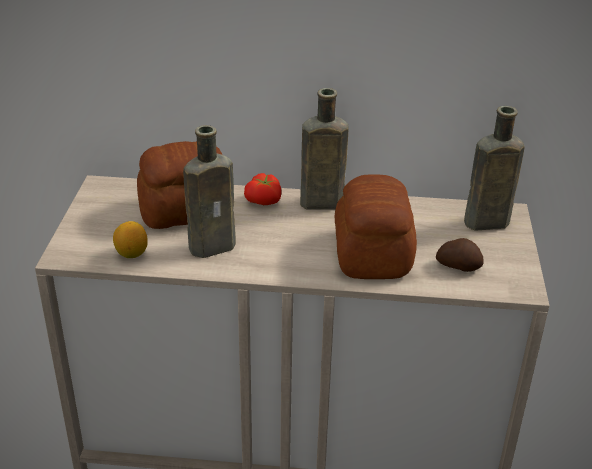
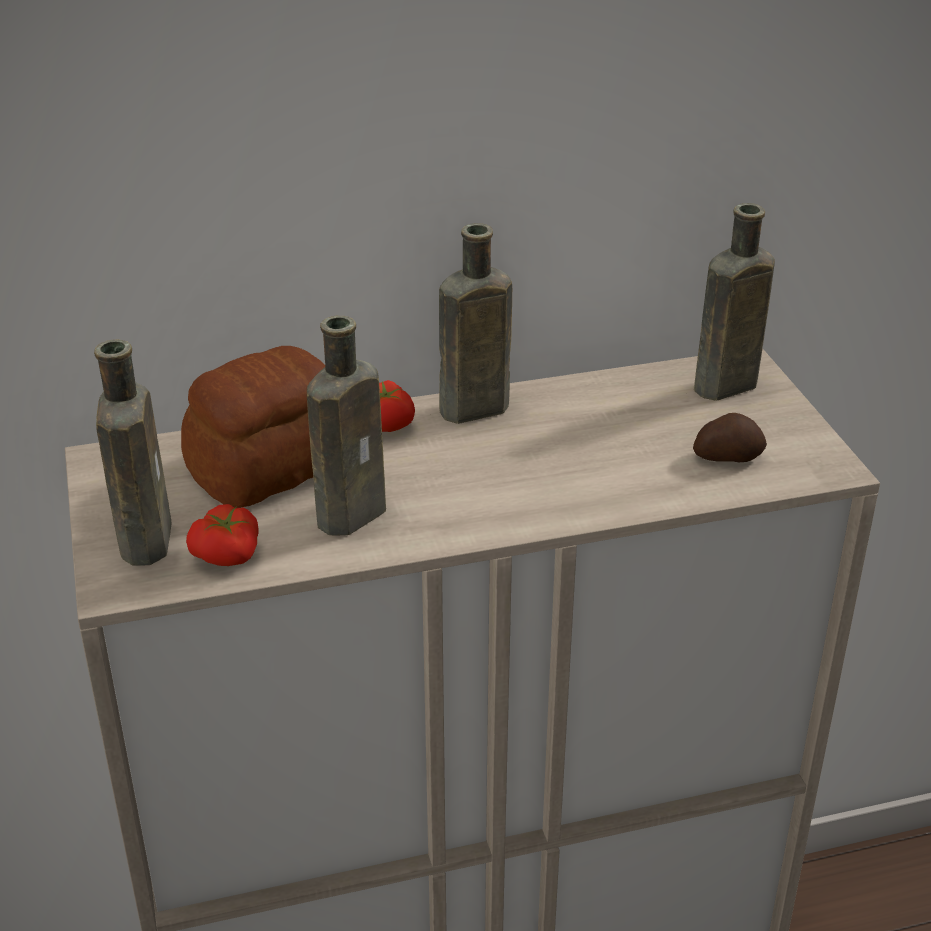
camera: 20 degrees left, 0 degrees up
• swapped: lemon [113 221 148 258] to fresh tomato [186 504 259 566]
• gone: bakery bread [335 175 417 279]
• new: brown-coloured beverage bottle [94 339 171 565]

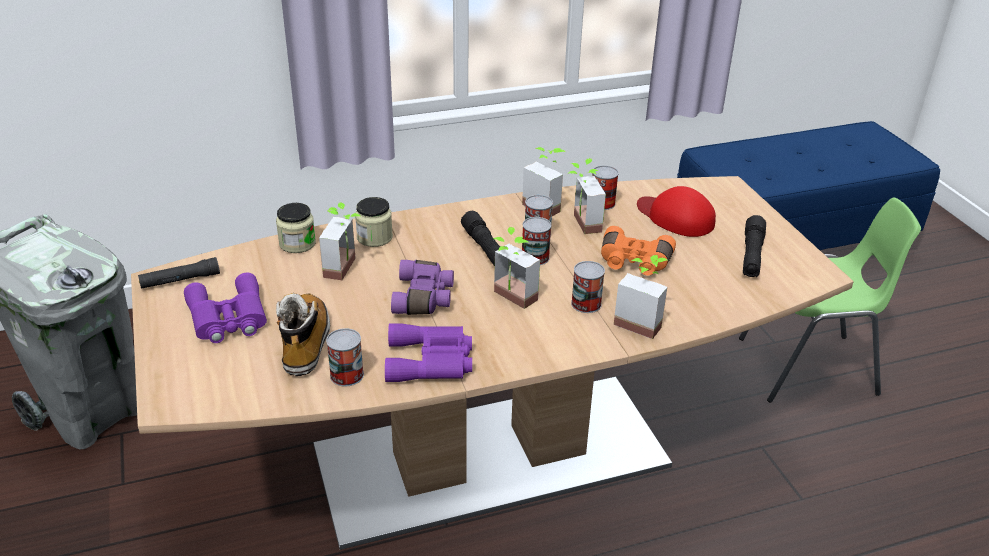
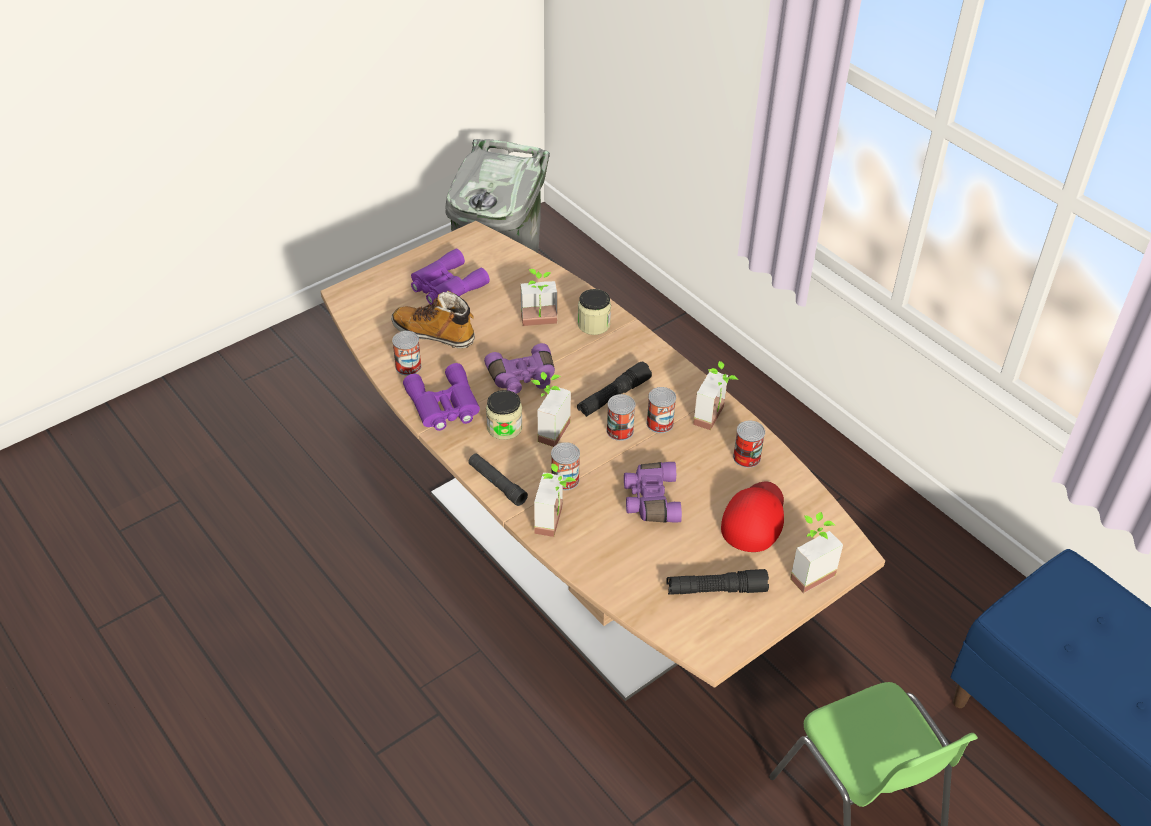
camera: 70 degrees right, 10 degrees up
• shifted: black flashlight [138 257 220 289] to [468 454 528 506]
• shifted: storage jar [276 203 316 253] to [486 390 523 440]
• rotated: tall boot [276 293 330 376] = [391 291 475 348] 135 degrees counterclockwise
• shifted: plant in a pot [569 158 606 234] to [790 512 843 593]
• repainted: orange-coloured field glasses [601 226 676 275] to purplish field glasses [624 462 682 523]

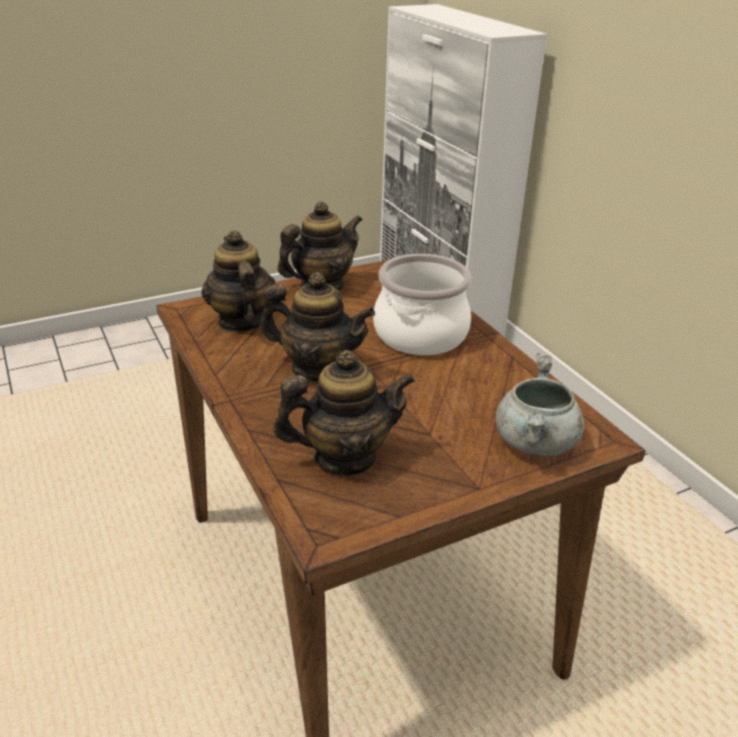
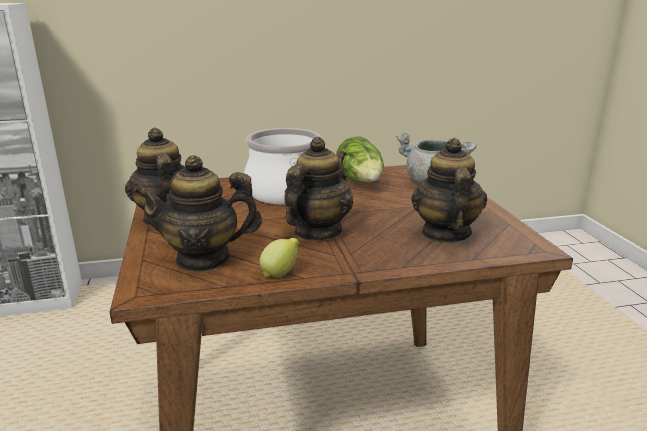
camera: 75 degrees left, 10 degrees down
• new: lemon [259 238 299 277]
• new: lettuce [336 136 384 182]

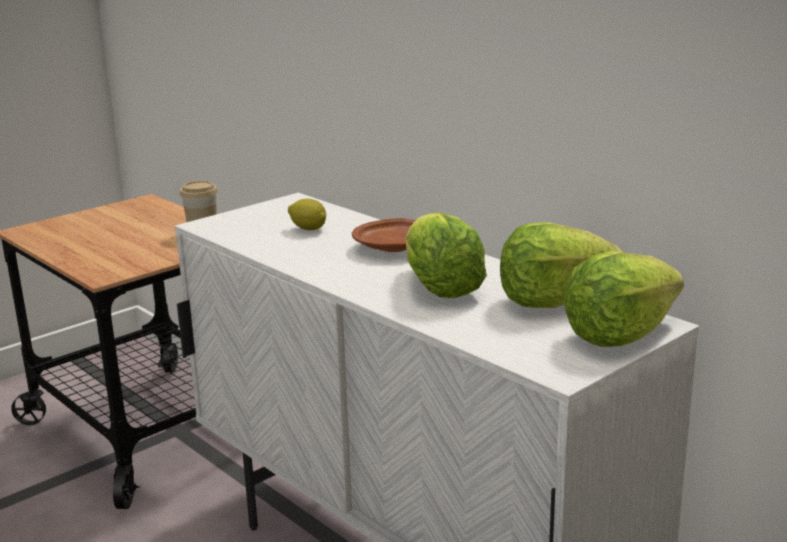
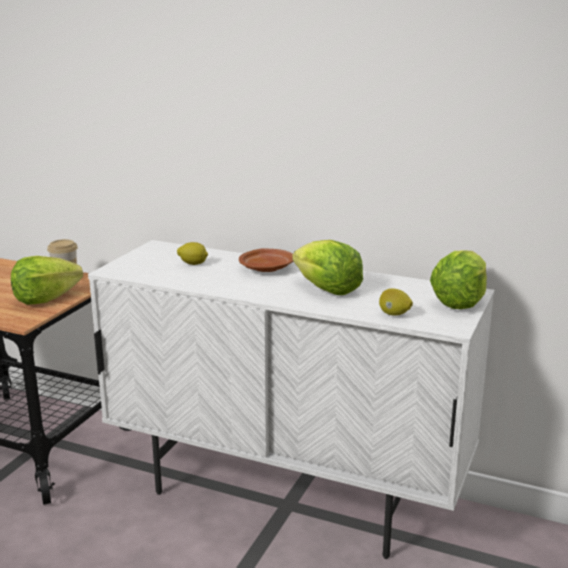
camera: 25 degrees left, 0 degrees up
• shifted: lettuce [500 222 624 308] to [11 256 83 305]
• new: lemon [379 288 413 316]

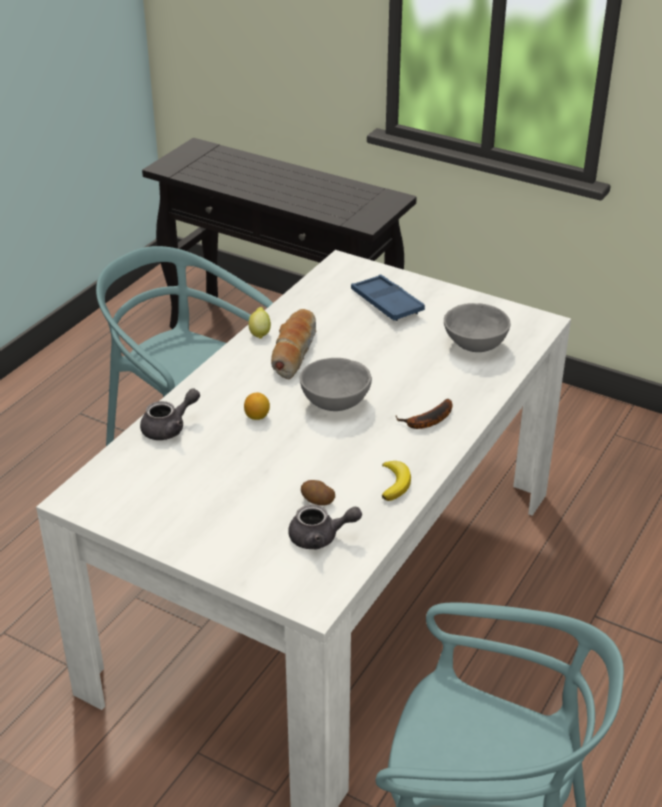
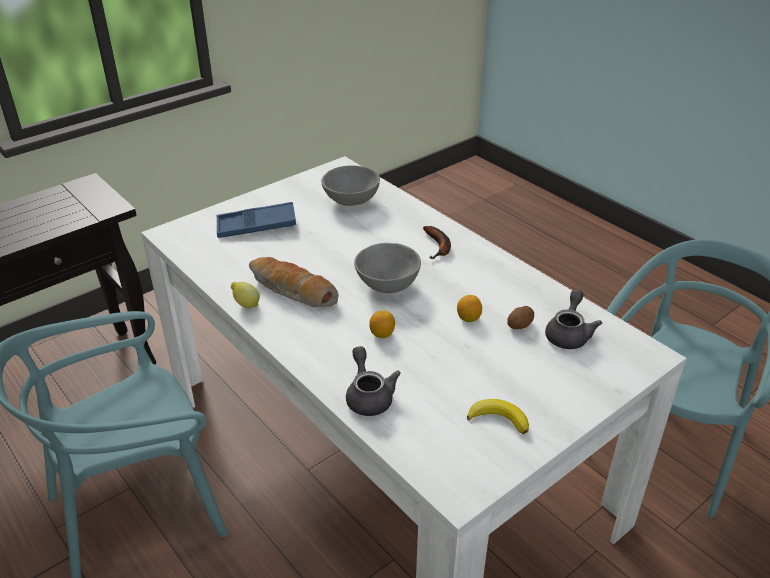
camera: 70 degrees left, 0 degrees up
• shifted: whole banana [382 461 411 501] to [467 399 529 434]
• new: lemon [457 295 482 322]

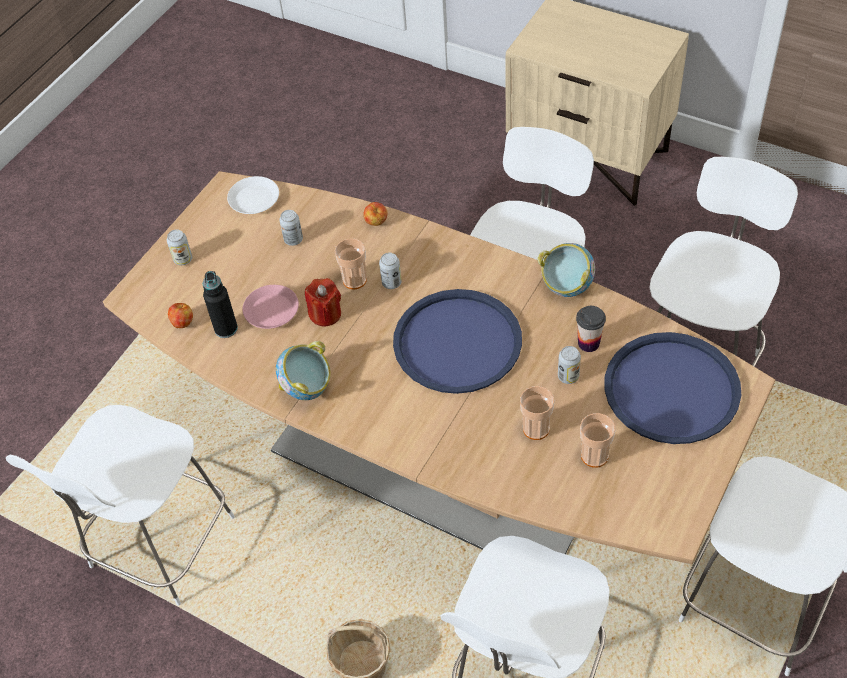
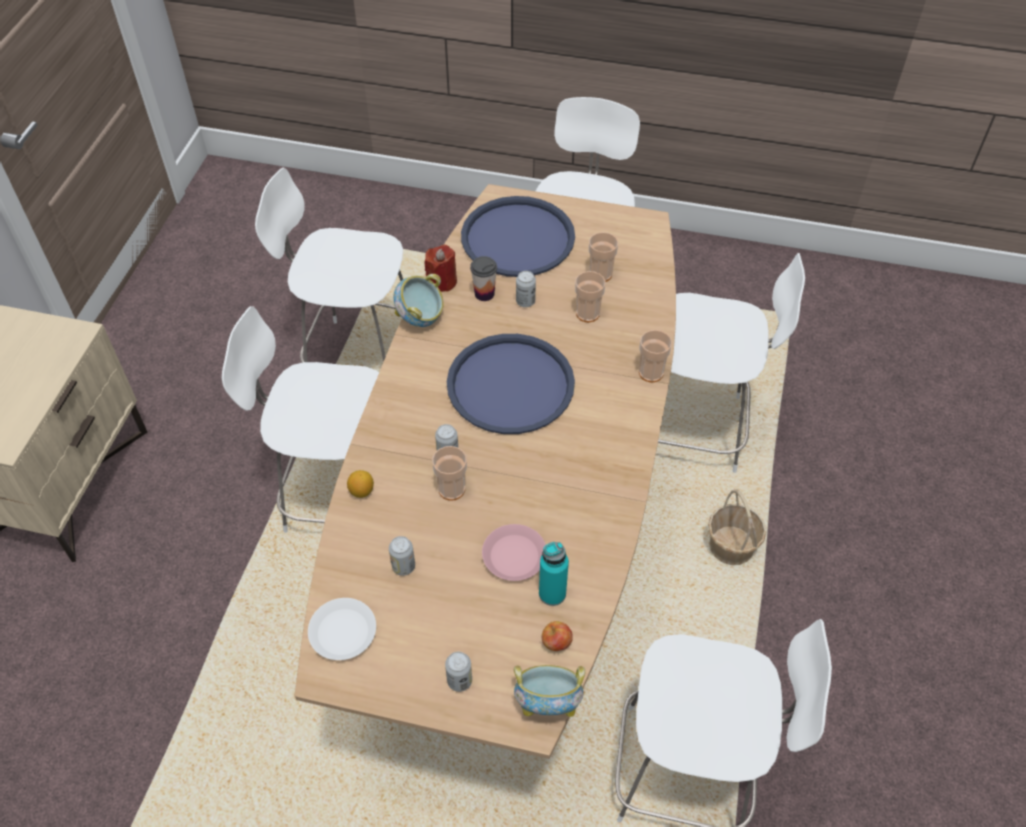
camera: 110 degrees left, 0 degrees up
• repainted: black beverage bottle [203 271 238 338] to blue-green beverage bottle [539 542 569 606]
• shifted: serving bowl [276 341 331 400] to [514 665 585 717]
• shifted: red candle [305 278 341 326] to [425 245 457 292]
• swapped: whole apple [363 202 387 226] to lemon [347 470 374 498]
• new: cup [639 330 672 383]

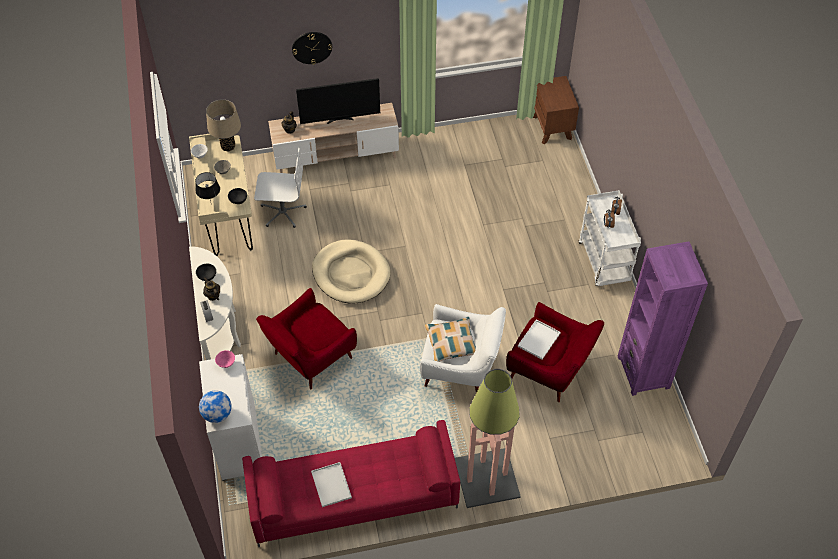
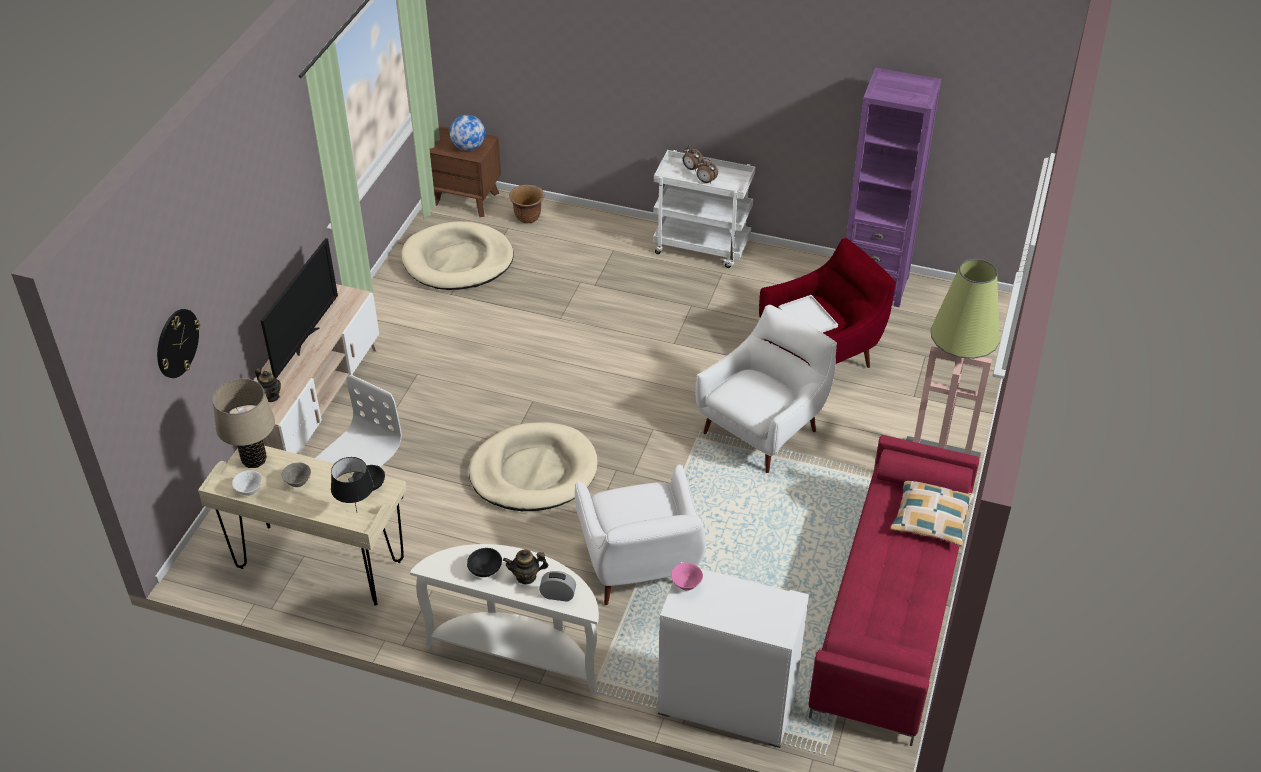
camera: 60 degrees left, 10 degrees down
• shifted: desk globe [199 390 232 423] to [450 115 485 151]
• repainted: red easy chair [256 288 357 389] to white easy chair [575 464 706 605]
• shifted: wall clock [292 32 332 65] to [157 309 200 378]
• gone: white tray [311 462 352 507]
• shifted: cushion [425 317 476 362] to [891 481 974 547]
• new: sand-coloured dog cushion [401 221 514 290]
• new: brown-coloured flower pot [509 185 544 223]

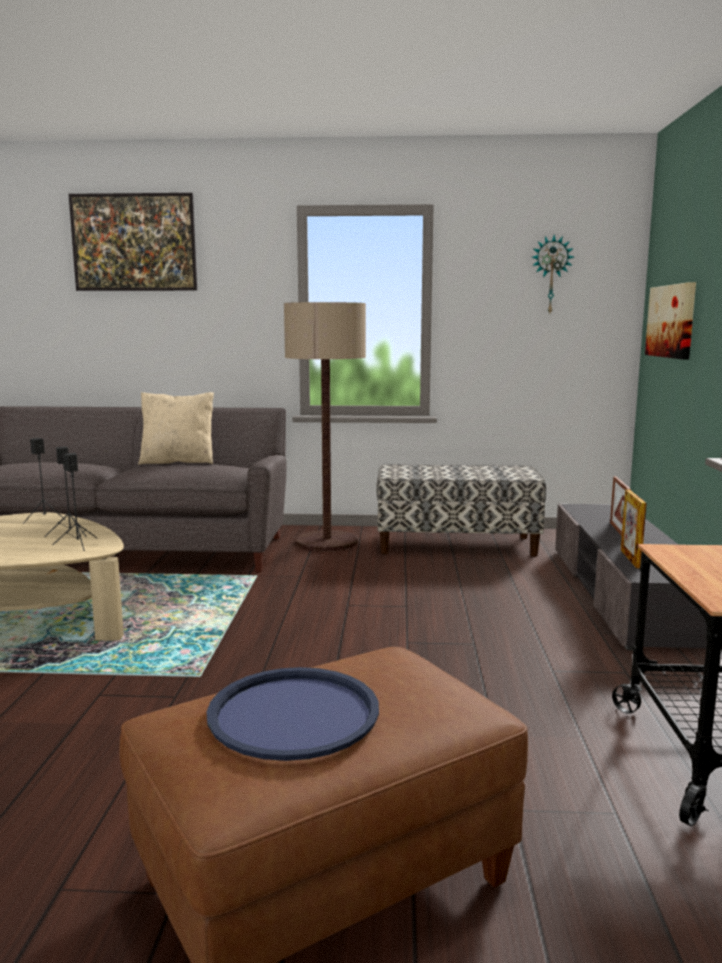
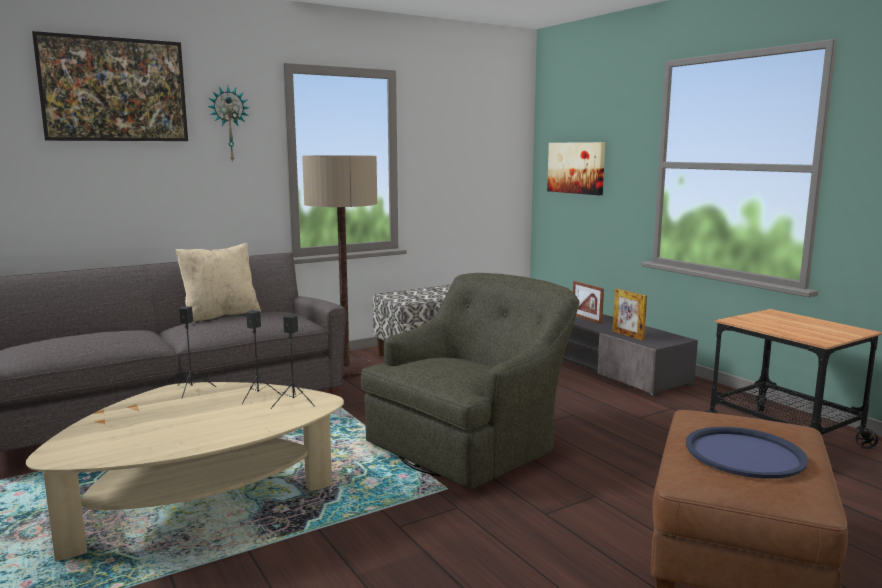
camera: 35 degrees left, 0 degrees up
• shifted: wall clock [531 234 574 313] to [208 86 249 163]
• new: green-coloured easy chair [361 273 579 489]

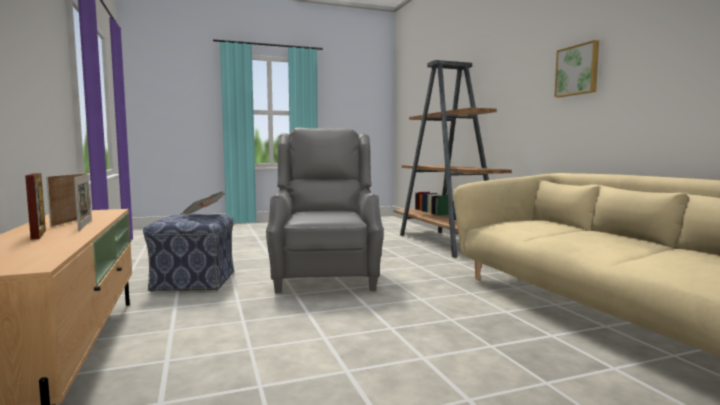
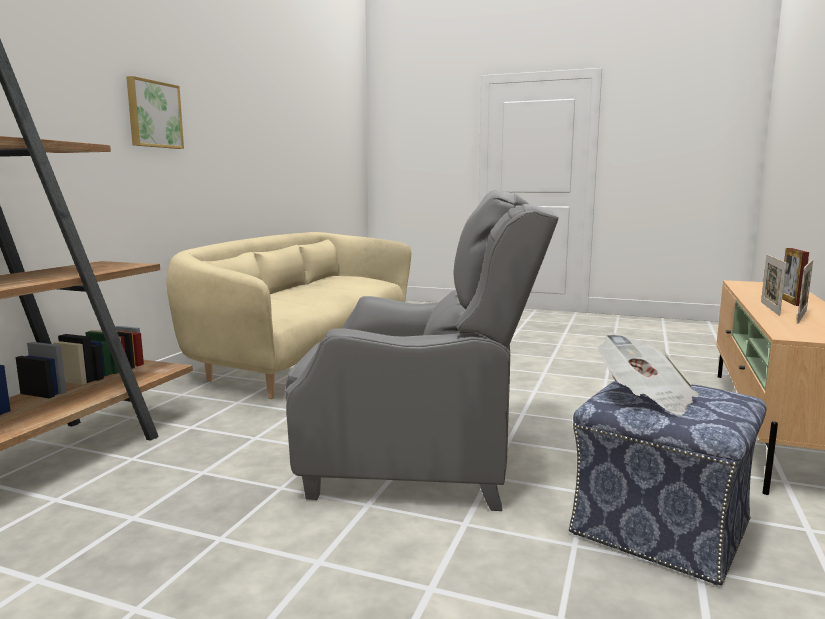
camera: 140 degrees left, 5 degrees up
• rotated: greyish easy chair [266 128 384 293] = [285 190 559 511] 120 degrees counterclockwise

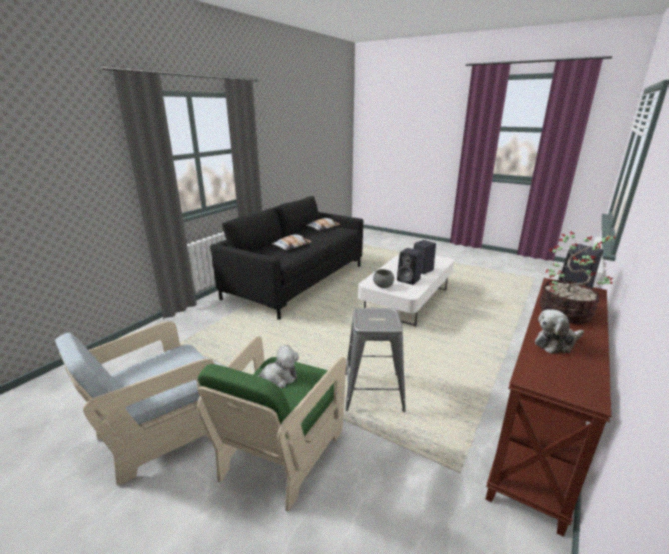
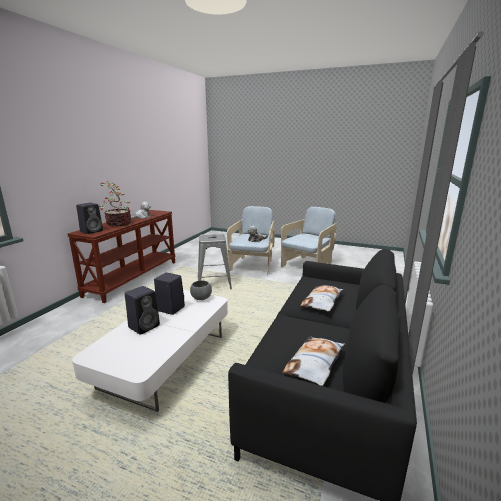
camera: 170 degrees right, 5 degrees down
• repainted: green-coloured easy chair [197 336 346 511] to sand-coloured easy chair [227 206 275 274]

